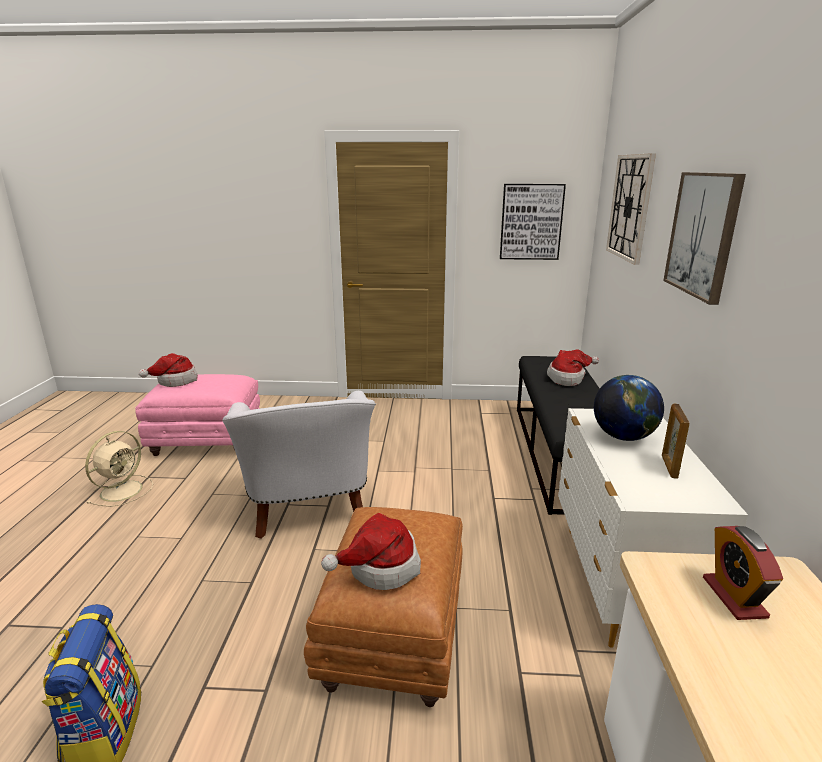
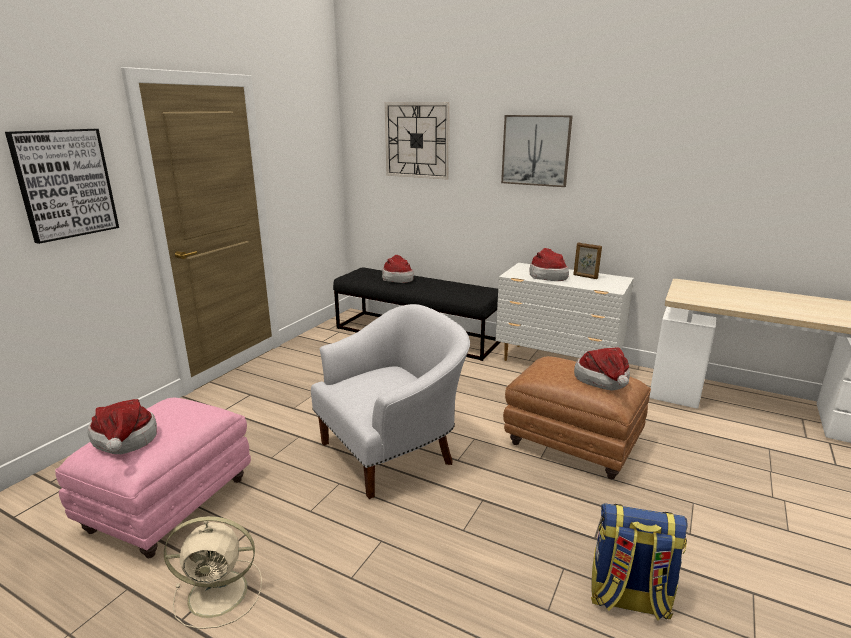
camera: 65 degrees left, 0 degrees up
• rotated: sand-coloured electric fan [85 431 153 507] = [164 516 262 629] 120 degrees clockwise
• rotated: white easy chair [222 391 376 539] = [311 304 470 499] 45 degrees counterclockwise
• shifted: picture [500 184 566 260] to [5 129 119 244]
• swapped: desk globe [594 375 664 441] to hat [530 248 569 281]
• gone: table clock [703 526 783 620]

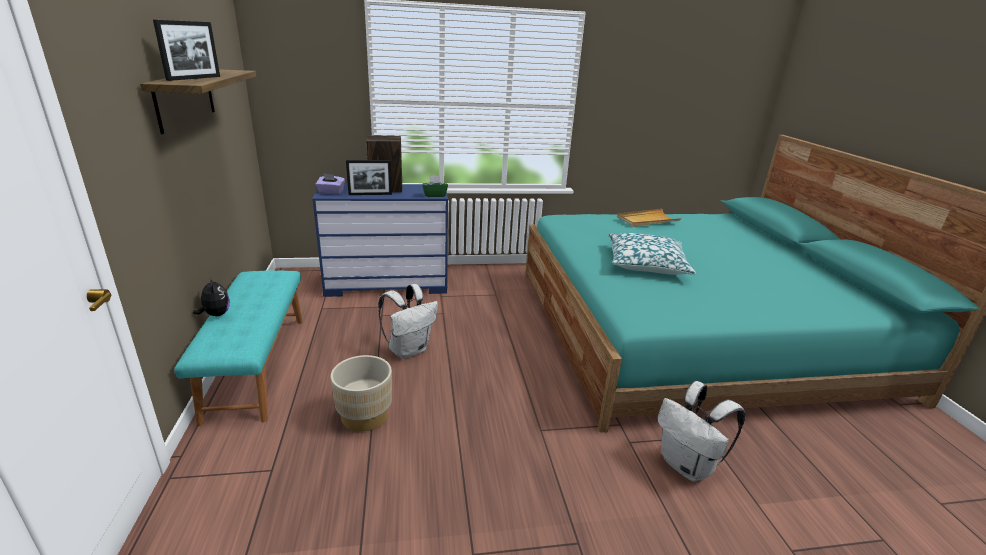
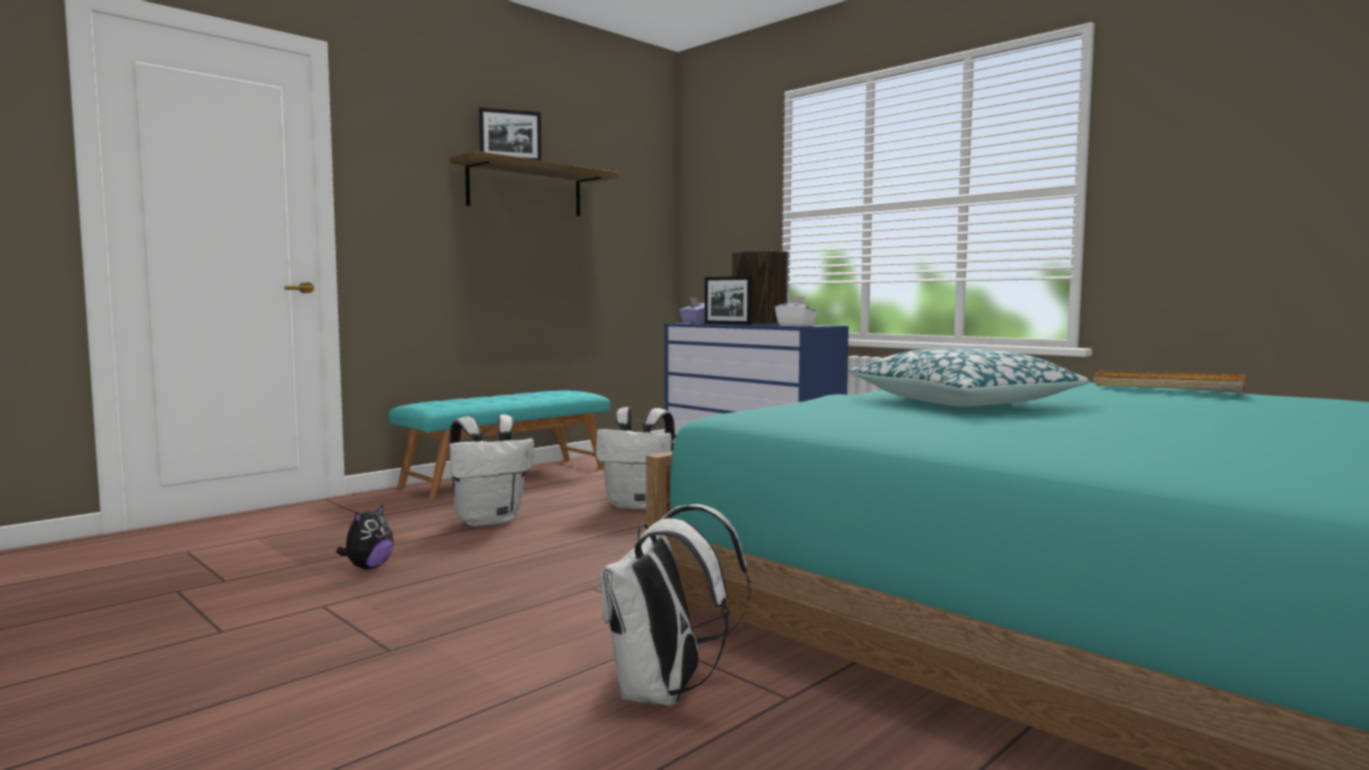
camera: 55 degrees right, 20 degrees down
• shifted: cuddly toy [193 276 230 316] to [336 504 394 569]
• swapped: sand-coloured flower pot [331 355 392 432] to white knapsack [449 414 534 527]
• repainted: green-coloured tissue box [422 176 448 197] to white tissue box [775 297 818 326]

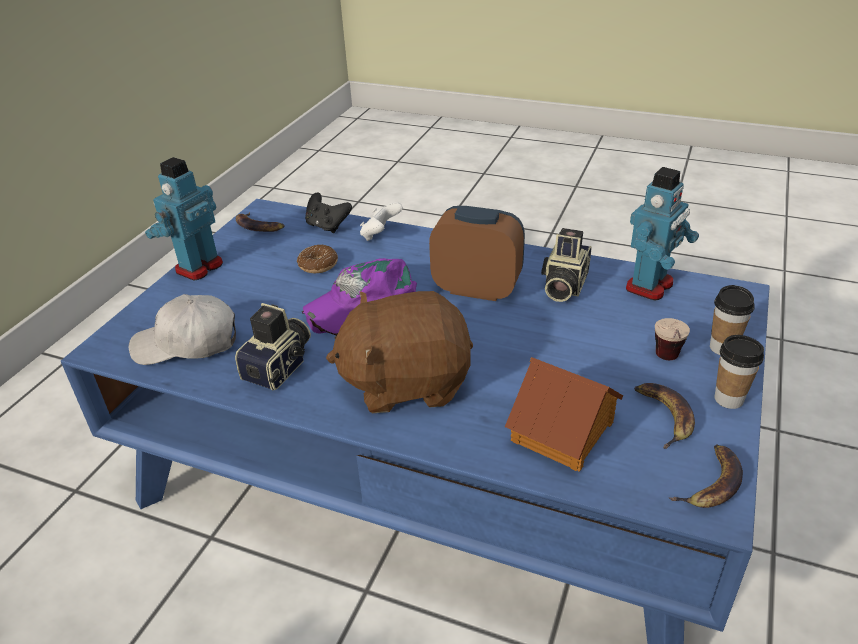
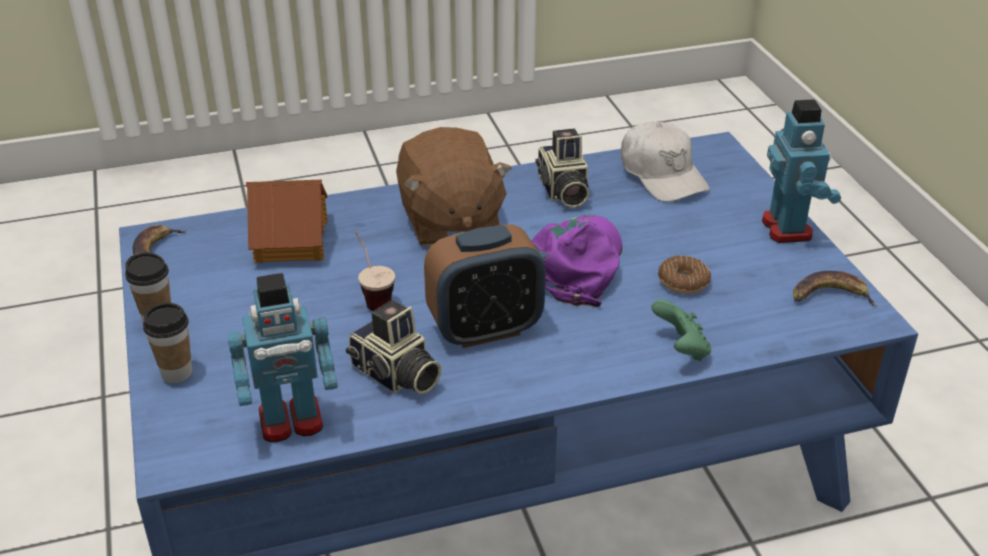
camera: 140 degrees right, 0 degrees up
• rotated: white baseball cap [129 294 236 365] = [621 121 710 202] 105 degrees clockwise
• gone: black joypad [305 192 352 233]
• rotated: brown-coloured cuddly toy [326 291 473 413] = [396 127 512 247] 120 degrees clockwise
• repainted: white joypad [360 202 403 241] to green-coloured joypad [651 300 711 361]
• rotated: still camera [541 228 591 302] = [346 300 441 394] 150 degrees clockwise
• rotated: robot figure [626 167 699 300] = [227 273 338 442] 105 degrees counterclockwise
• gone: whole banana [634 383 695 449]
• shifted: cup [655 318 690 360] to [355 231 395 311]

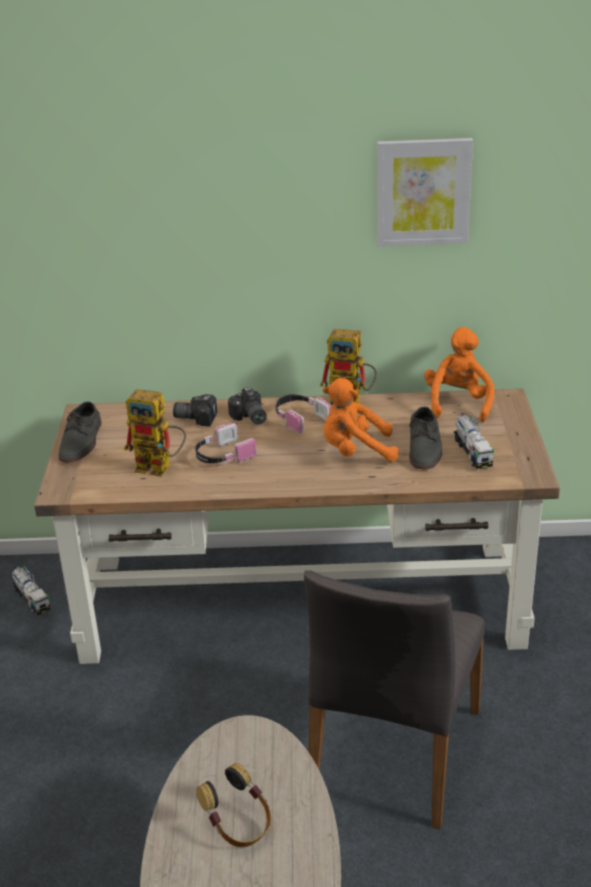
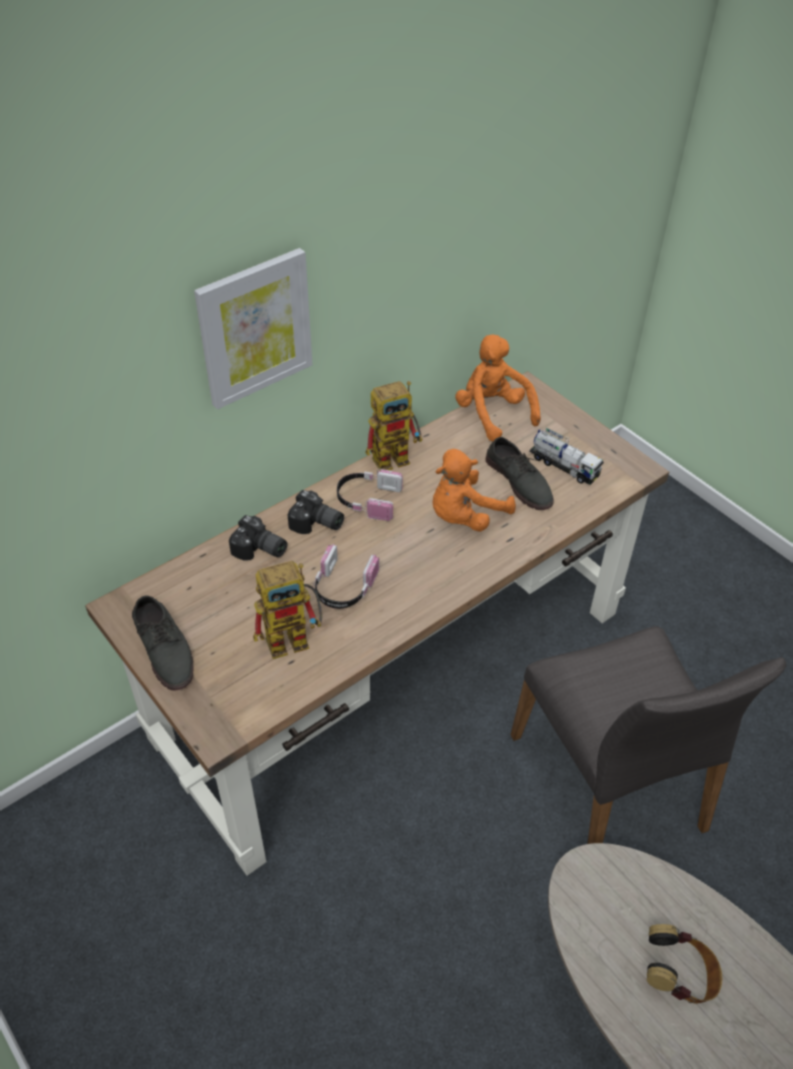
camera: 40 degrees left, 15 degrees up
• gone: toy truck [12 566 51 615]
• rotated: still camera [173 394 217 427] = [229 515 288 561] 120 degrees counterclockwise
• shifted: picture [377 138 473 246] to [194 248 313 409]

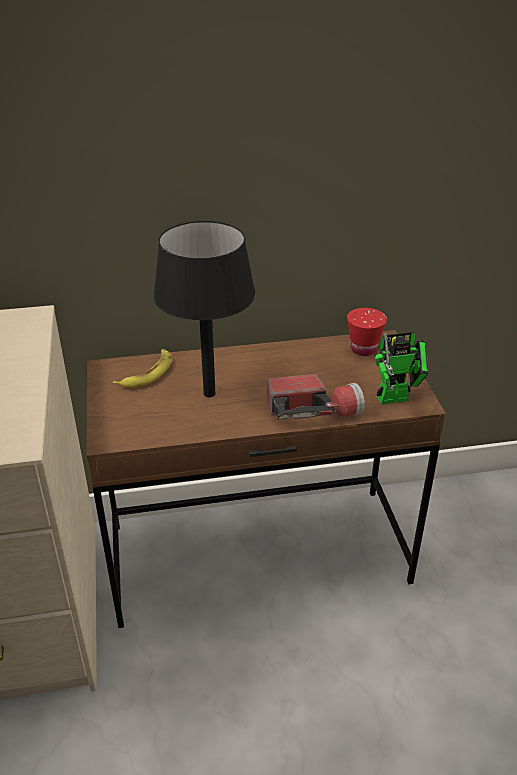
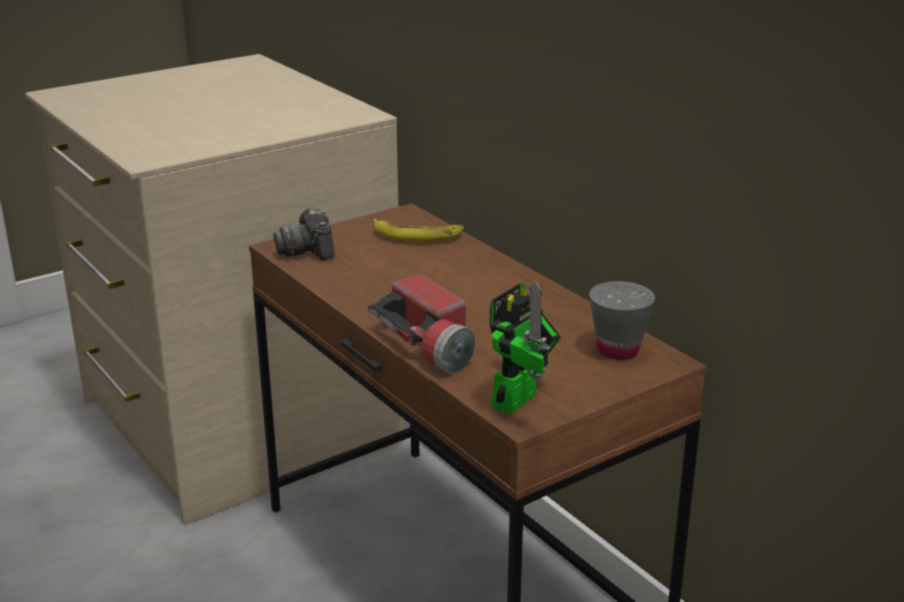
camera: 65 degrees right, 10 degrees down
• gone: black table lamp [153 221 256 397]
• repainted: red cup [347 308 387 356] to greyish cup [589 281 655 360]
• rotated: robot figure [375 332 429 405] = [490 282 561 414] 105 degrees counterclockwise
• new: still camera [273 208 335 261]

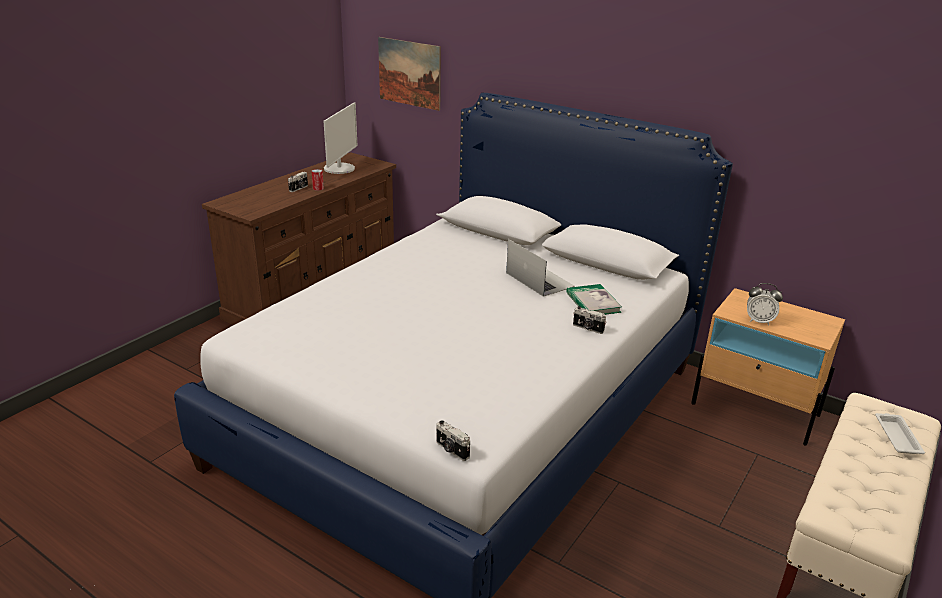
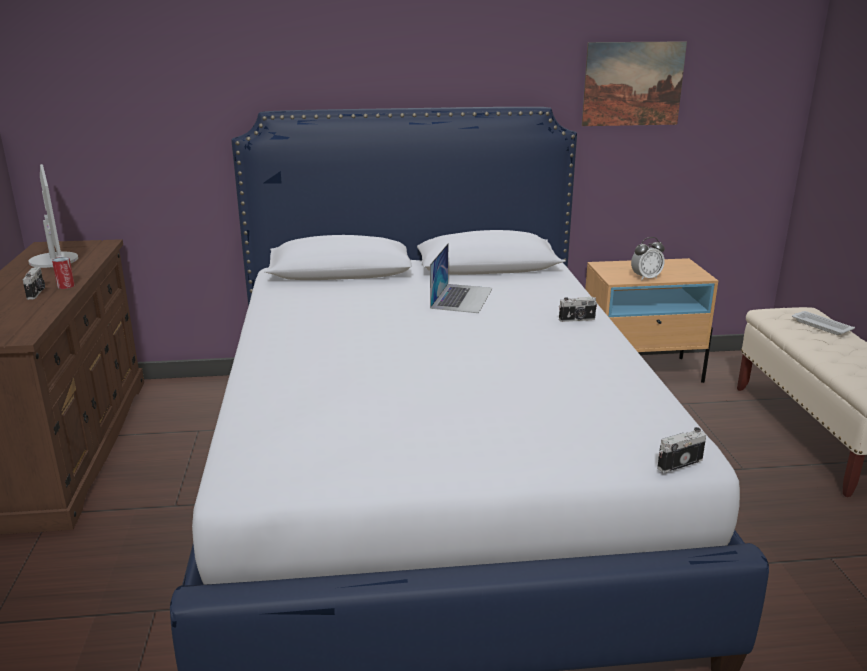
camera: 40 degrees left, 5 degrees down
• shifted: picture [378 37 441 111] to [582 41 687 126]
• rotated: still camera [436 420 470 461] = [657 427 706 473] 150 degrees clockwise
• rotated: laptop [506 239 575 297] = [430 243 493 313] 90 degrees clockwise
• gone: bound book [566 284 622 315]

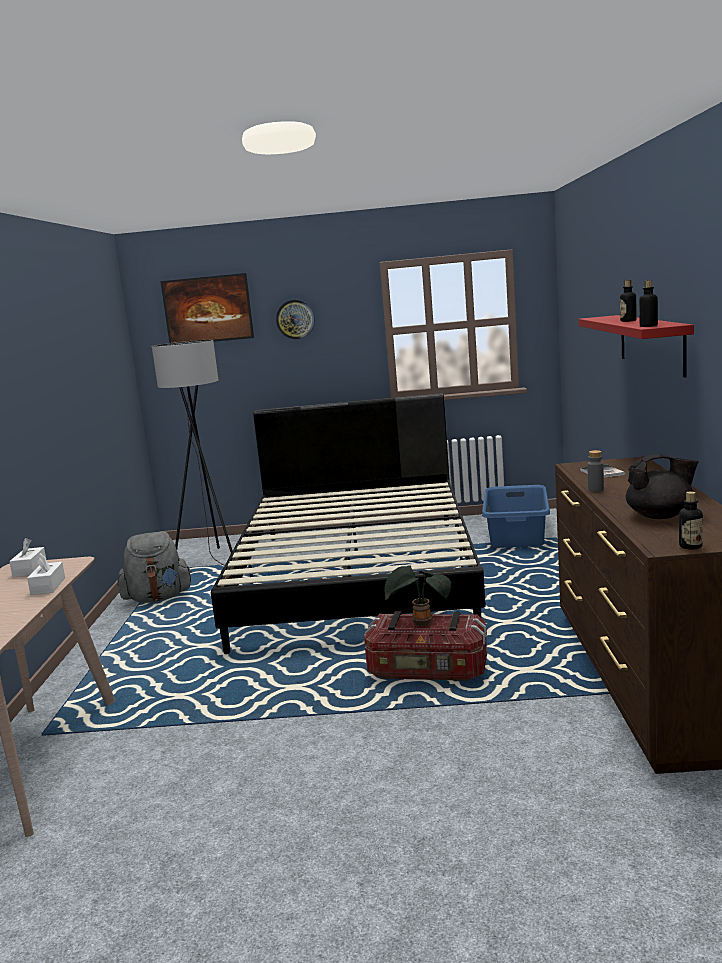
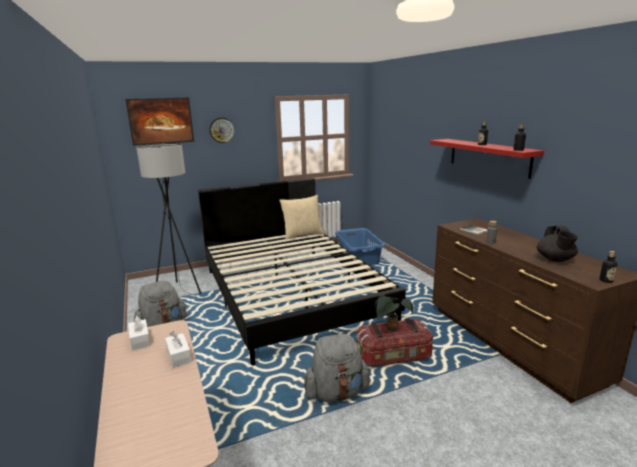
camera: 25 degrees left, 5 degrees up
• rotated: black tea pot [626 454 698 519] = [537 226 578 262] 120 degrees clockwise
• new: sand-coloured cushion [279 195 324 240]
• new: greyish knapsack [304 334 370 402]

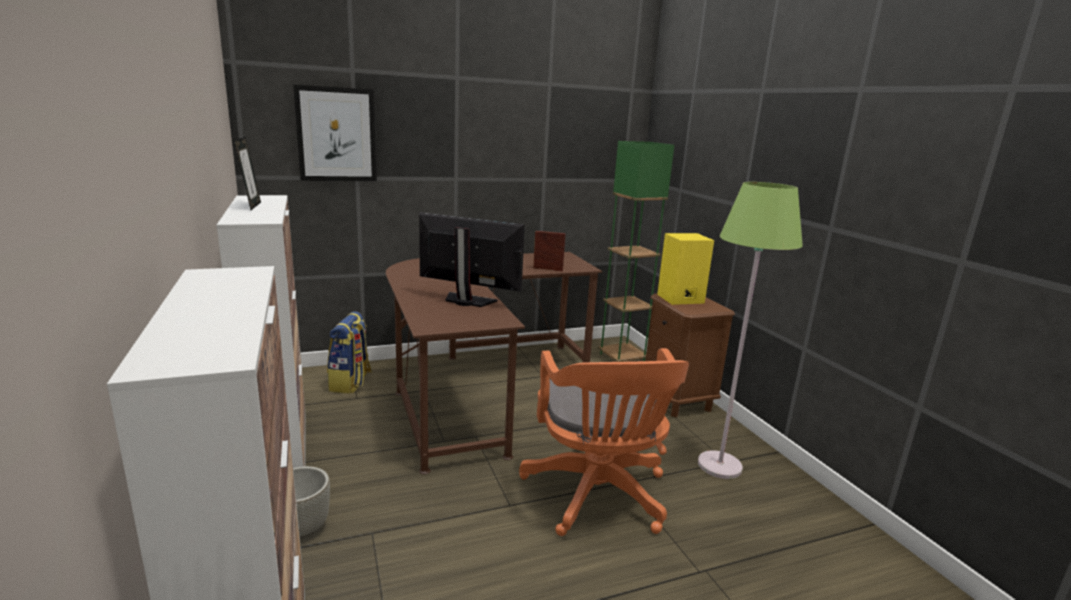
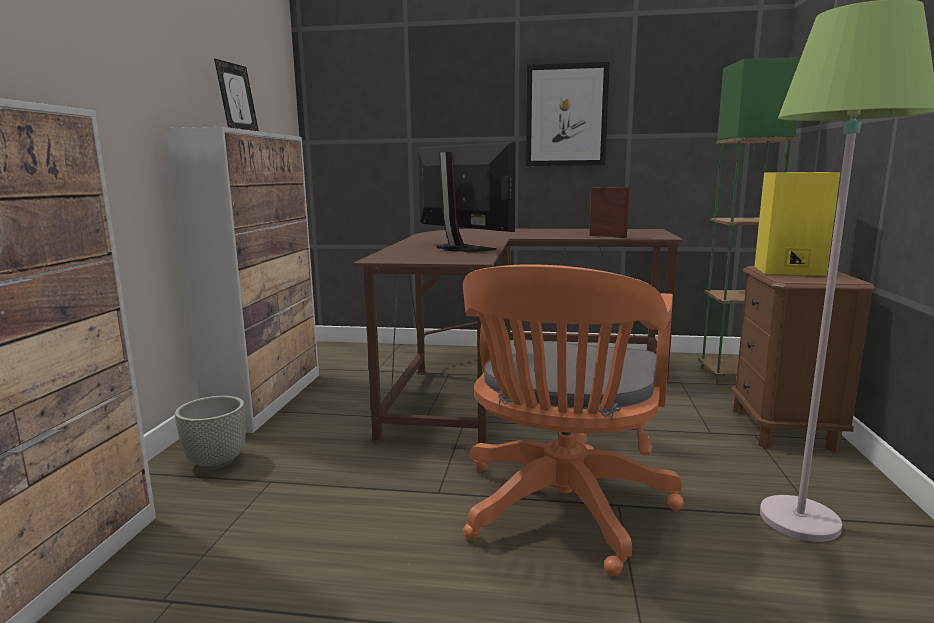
camera: 30 degrees right, 5 degrees down
• shifted: picture [293 85 377 181] to [526 62 609 166]
• gone: knapsack [327 311 372 394]

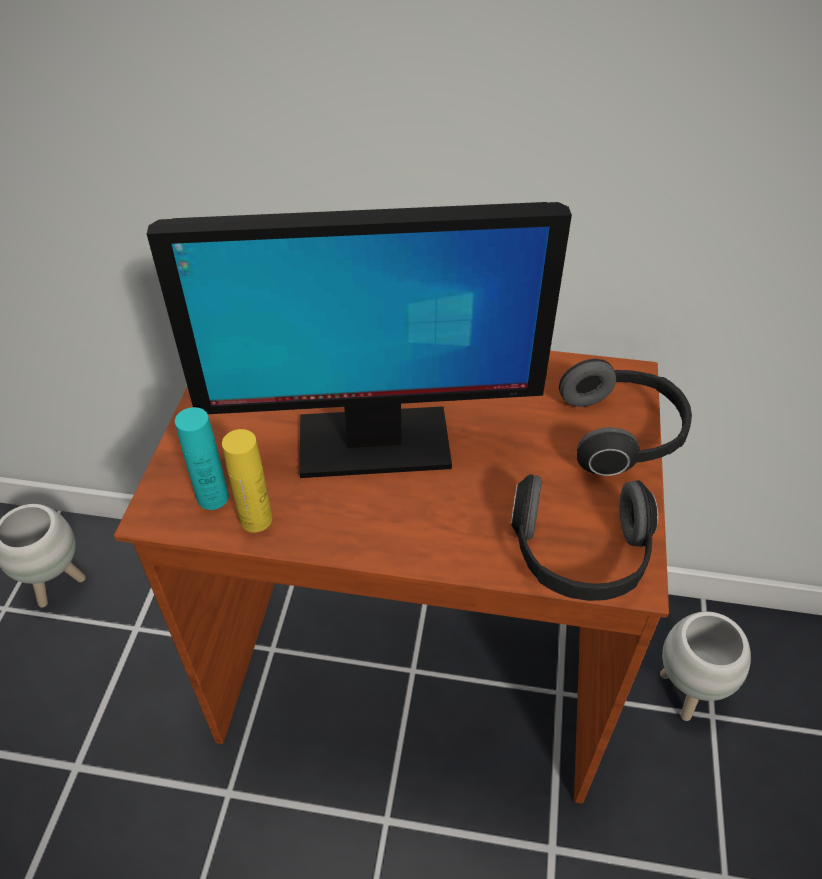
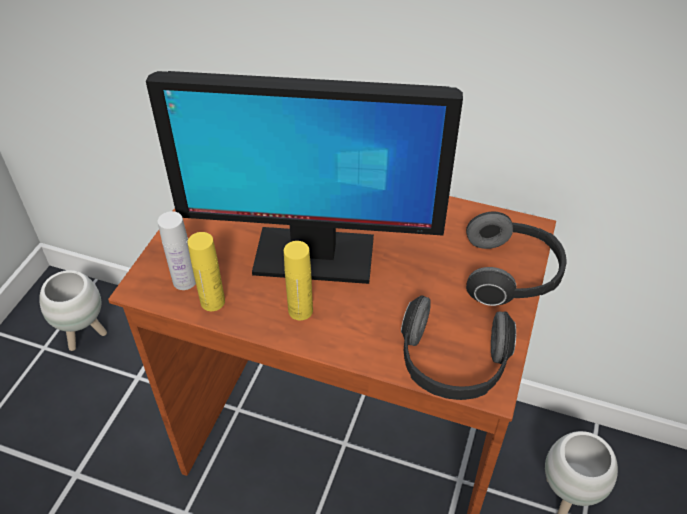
camera: 10 degrees right, 0 degrees up
• repainted: blue-green beverage bottle [175 407 229 510] to white beverage bottle [158 211 196 290]
• new: yellow beverage bottle [284 241 313 320]

